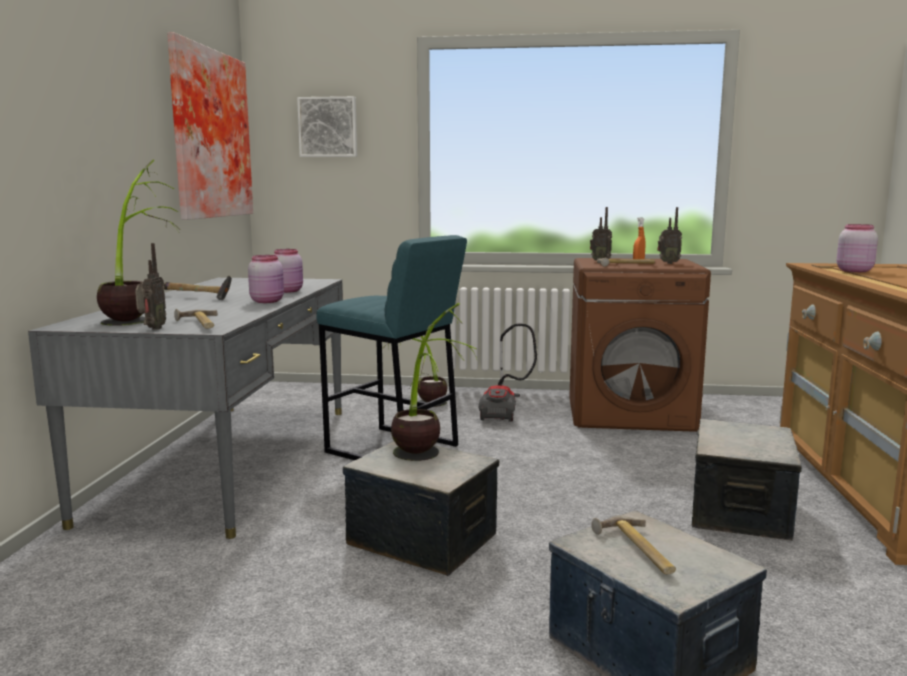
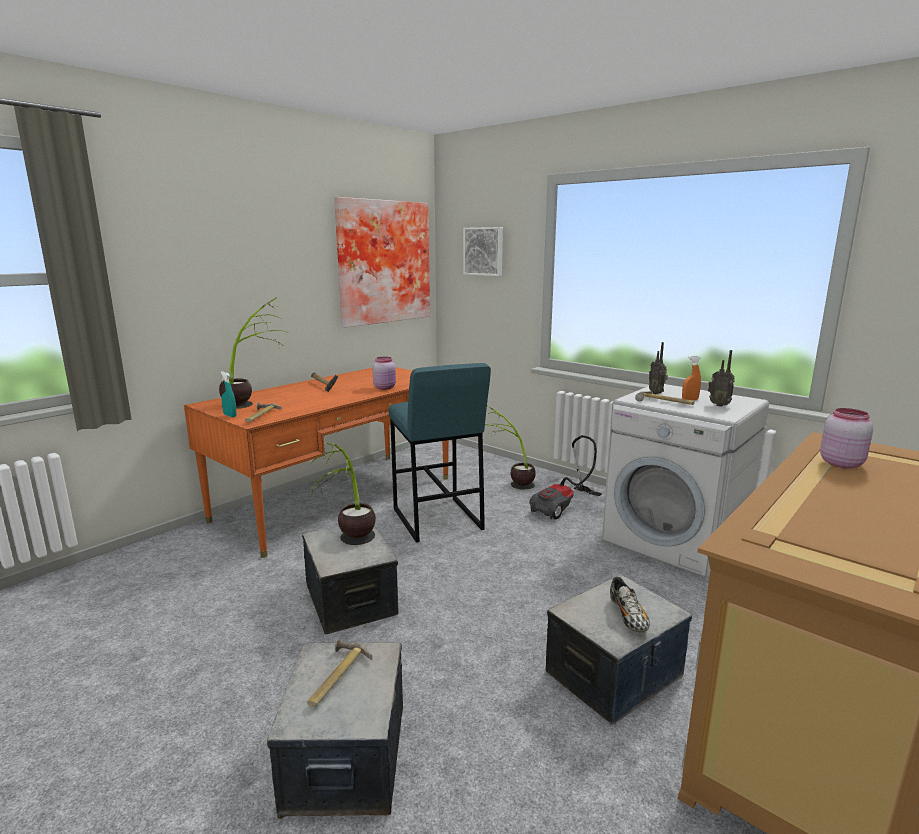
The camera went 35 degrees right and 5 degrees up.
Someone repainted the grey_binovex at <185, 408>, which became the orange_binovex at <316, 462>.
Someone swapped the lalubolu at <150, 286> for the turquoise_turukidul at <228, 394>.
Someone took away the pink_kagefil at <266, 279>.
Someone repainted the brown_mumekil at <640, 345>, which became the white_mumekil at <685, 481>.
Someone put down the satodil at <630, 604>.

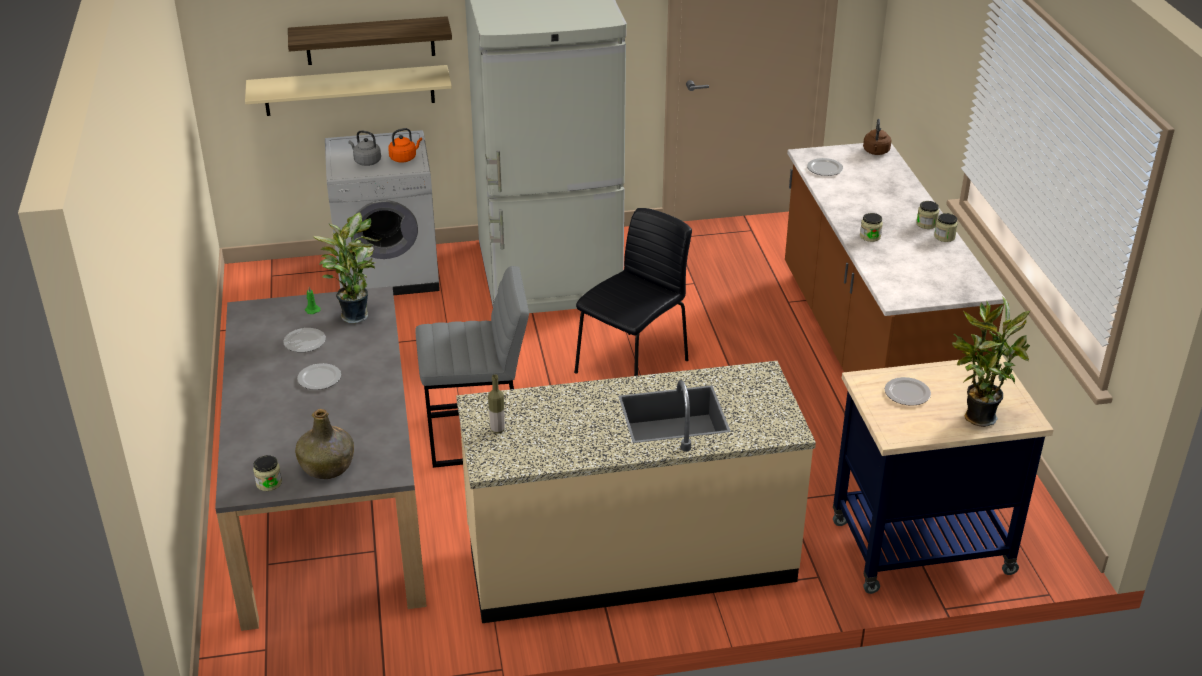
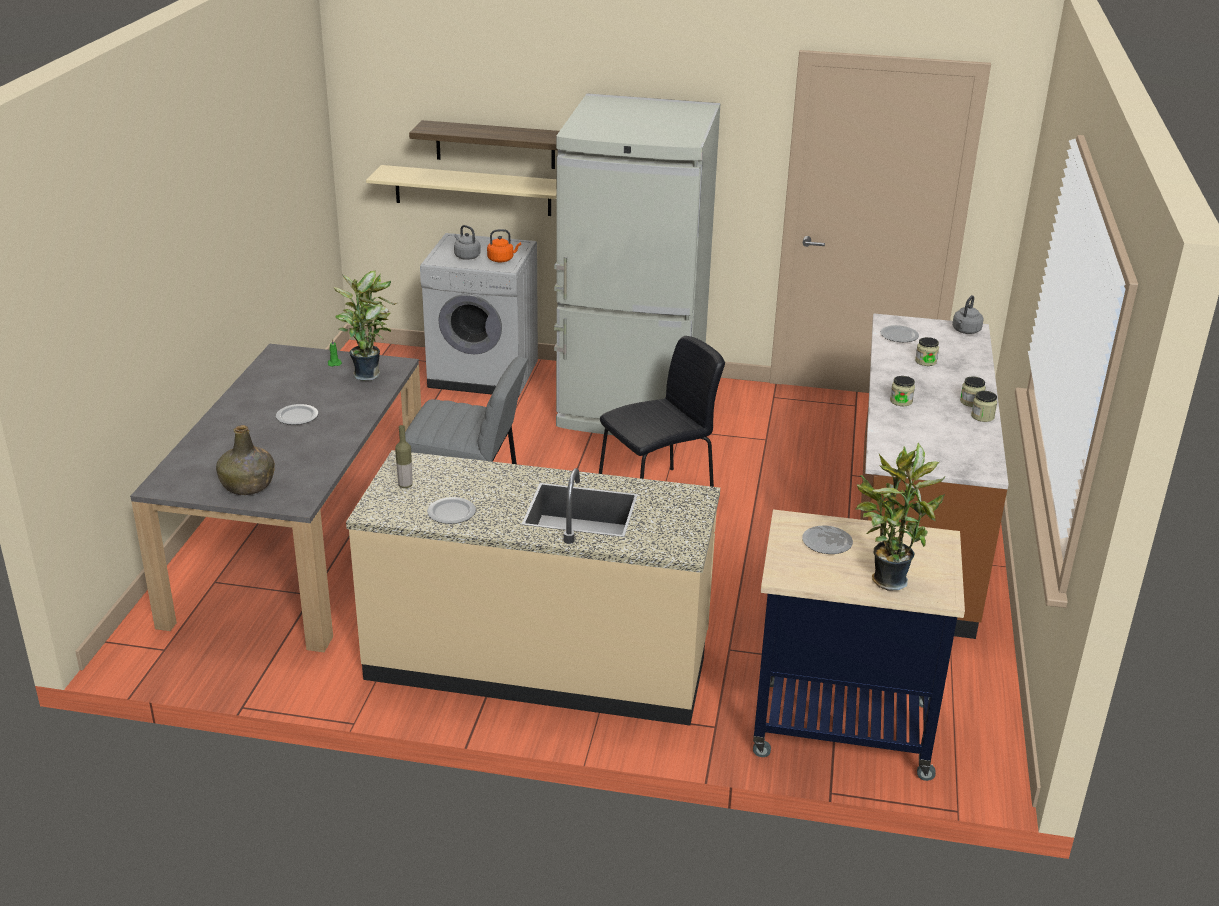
The camera went 20 degrees right and 5 degrees down.
Someone carried the kagefil from <267, 473> to <927, 351>.
Someone carried the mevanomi from <304, 340> to <451, 510>.
Someone repainted the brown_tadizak at <877, 137>, which became the grey_tadizak at <968, 314>.

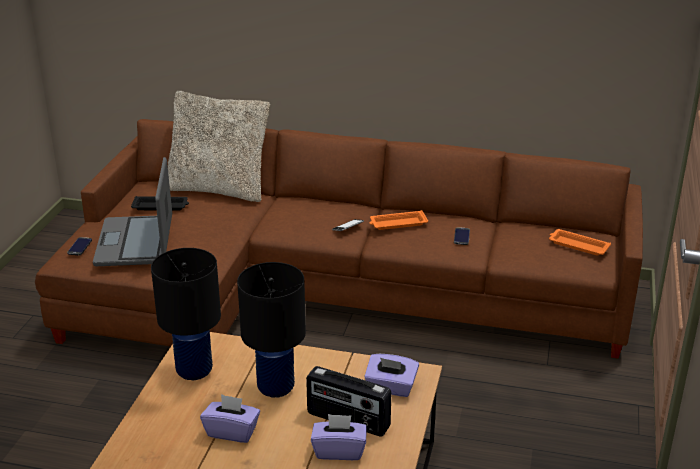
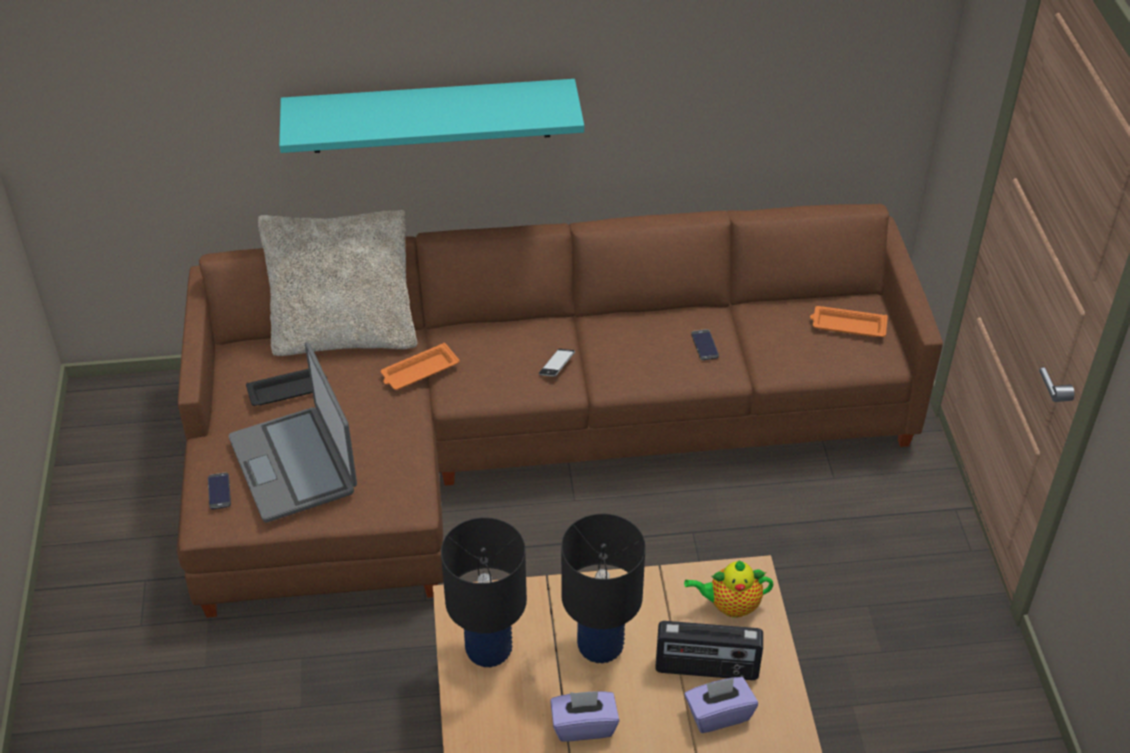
The camera went 20 degrees left and 15 degrees up.
Someone swapped the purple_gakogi at <391, 375> for the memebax at <729, 589>.
Someone carried the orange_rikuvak from <399, 220> to <420, 366>.
Someone put up the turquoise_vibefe at <431, 116>.

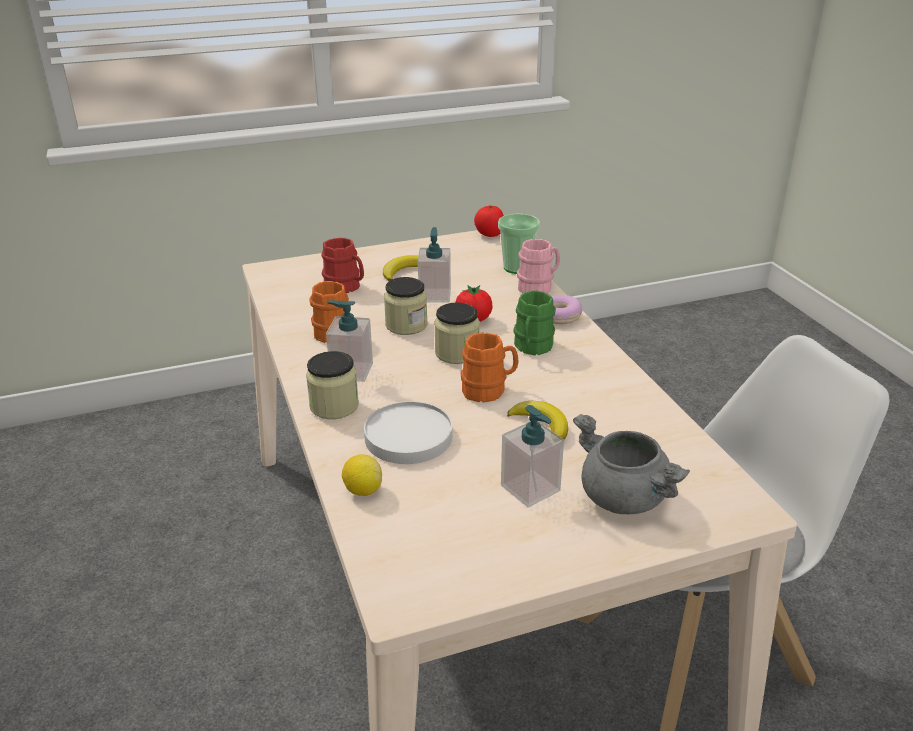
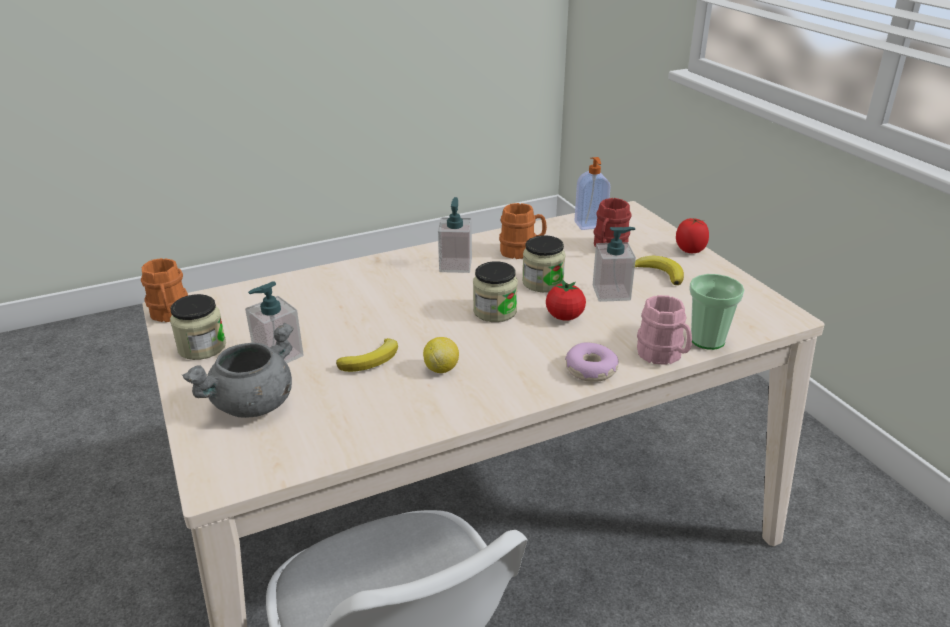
The camera went 85 degrees right and 0 degrees up.
Someone carried the kagefil from <332, 385> to <198, 327>.
Someone carried the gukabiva from <362, 475> to <441, 355>.
Someone took away the white_mevanomi at <408, 432>.
Someone carried the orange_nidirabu from <490, 368> to <164, 290>.
Someone carried the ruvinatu from <489, 221> to <692, 235>.
Someone took away the green_nidirabu at <534, 322>.
Someone put down the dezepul at <592, 193>.

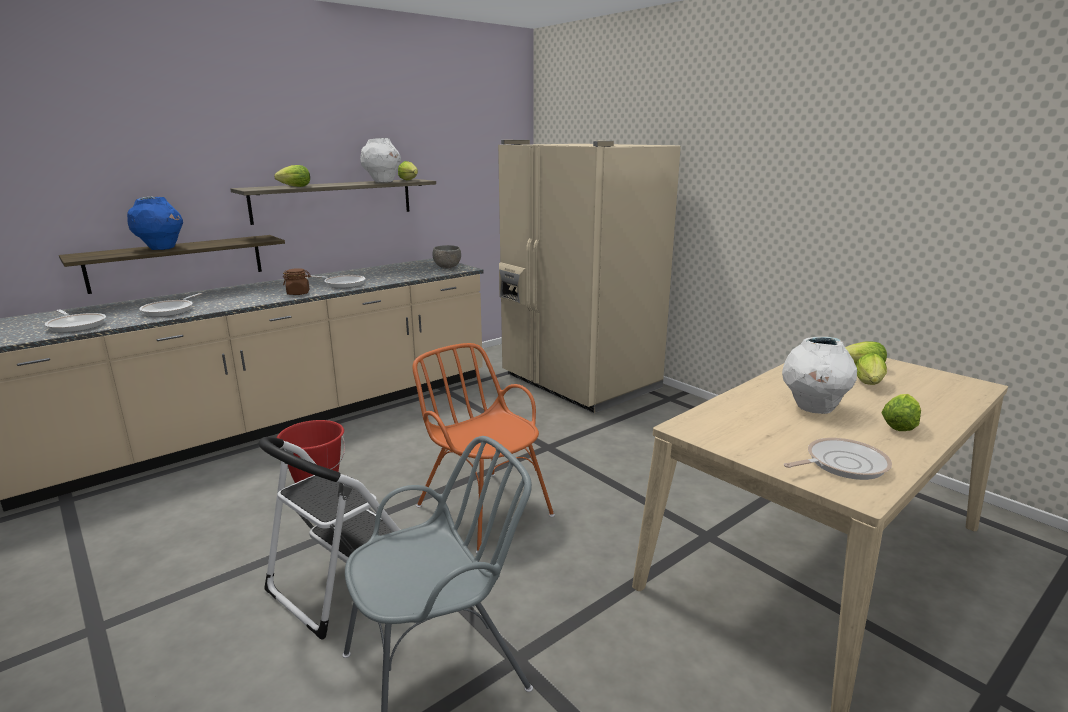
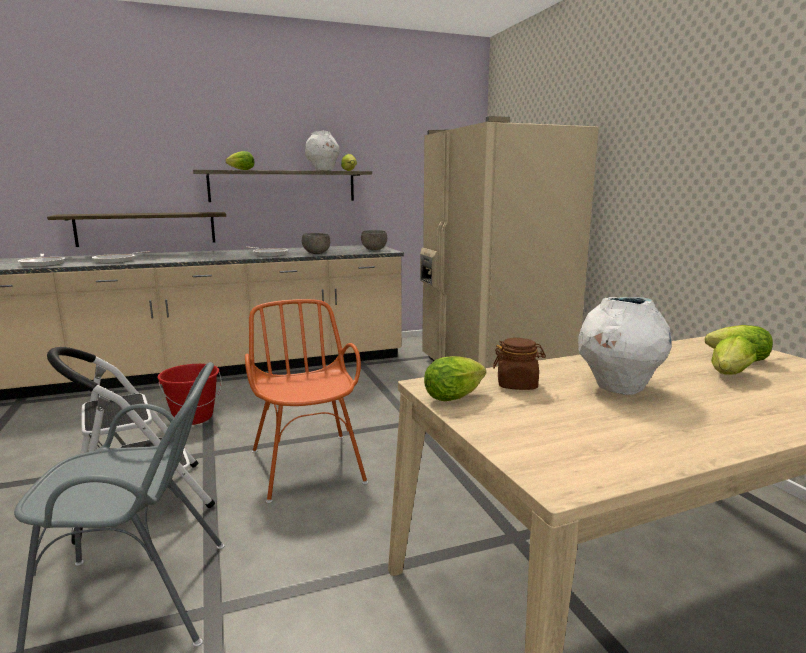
The camera went 20 degrees right and 5 degrees down.
Someone took away the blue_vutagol at <155, 223>.
Someone carried the brown_kagefil from <297, 281> to <519, 364>.
Someone took away the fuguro at <838, 459>.
Someone carried the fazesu from <901, 412> to <455, 378>.
Someone put down the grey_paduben at <316, 243>.

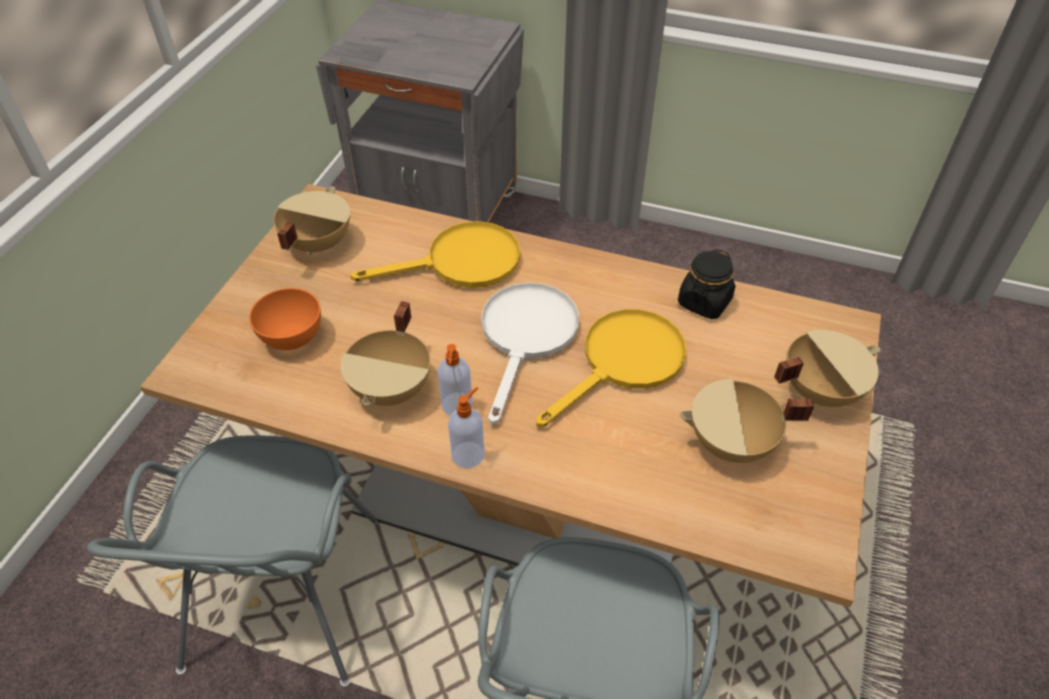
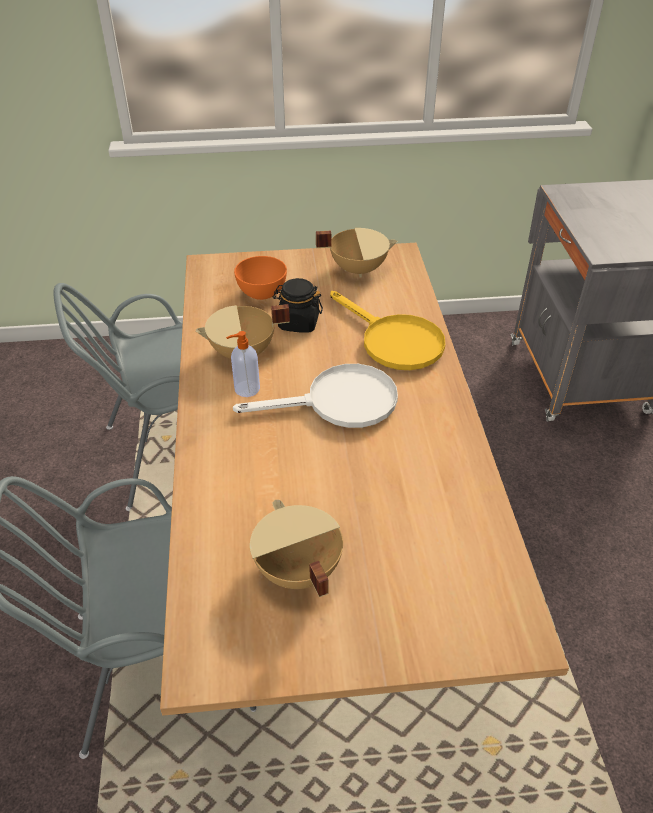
The camera went 65 degrees right and 5 degrees down.
Someone took away the dezepul at <466, 427>.
Someone took away the yellow_fuguro at <611, 368>.
Someone carried the black_kagefil from <706, 284> to <298, 305>.
Someone took away the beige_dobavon at <827, 368>.

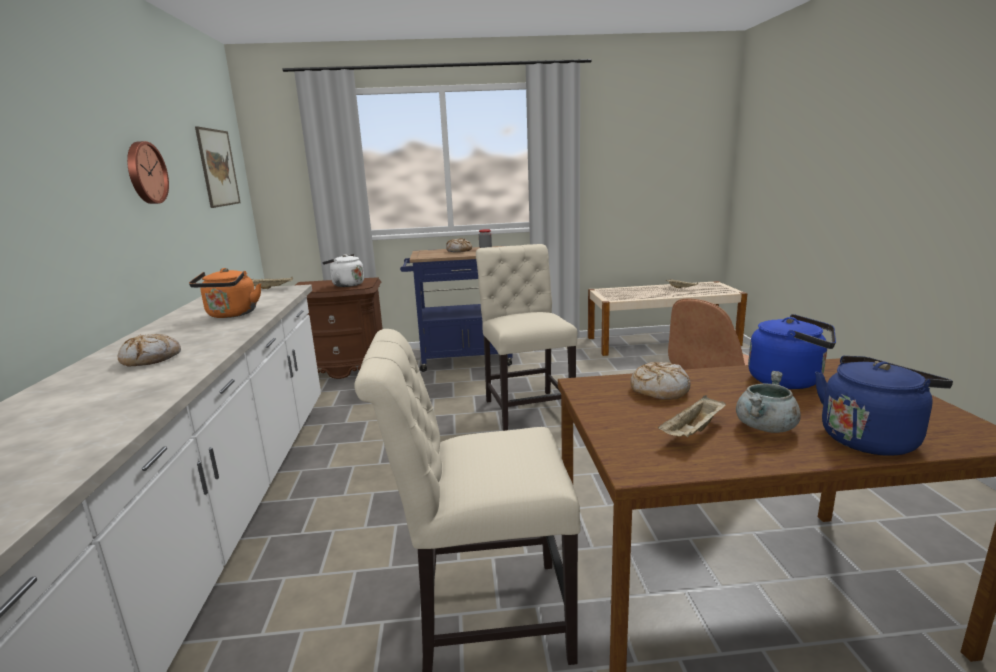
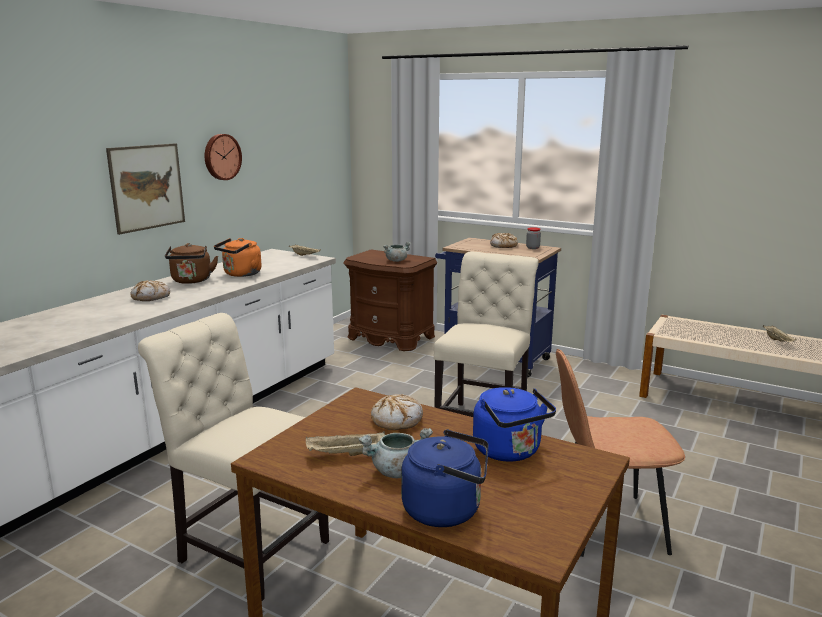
The camera went 35 degrees right and 0 degrees up.
Someone carried the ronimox from <218, 167> to <145, 189>.
Someone swapped the white_tadizak at <343, 270> for the grey_dobavon at <397, 252>.
Someone put down the brown_tadizak at <191, 263>.

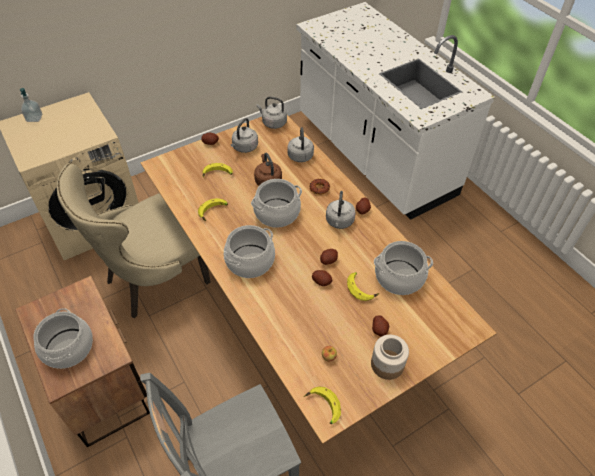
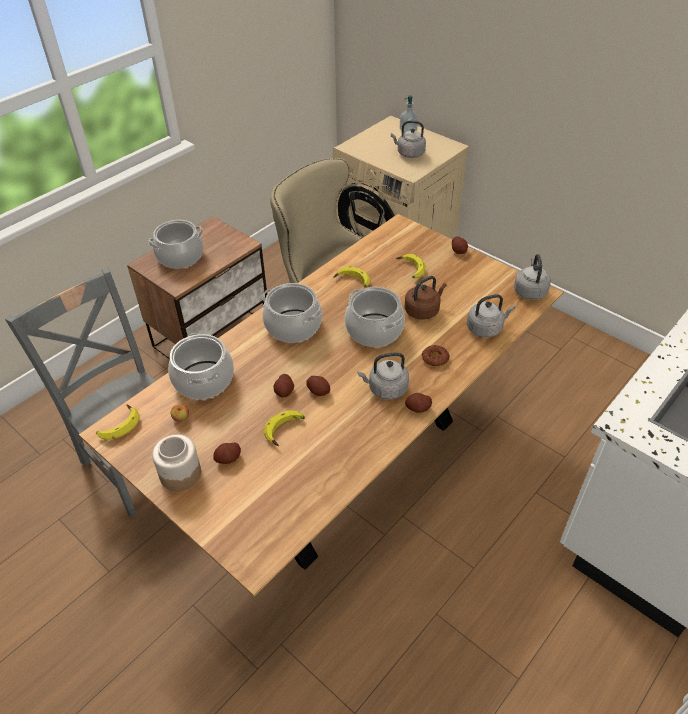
The camera went 75 degrees right and 5 degrees down.
Someone carried the grey_tadizak from <244, 135> to <408, 139>.
Someone carried the dobavon from <403, 268> to <201, 366>.

